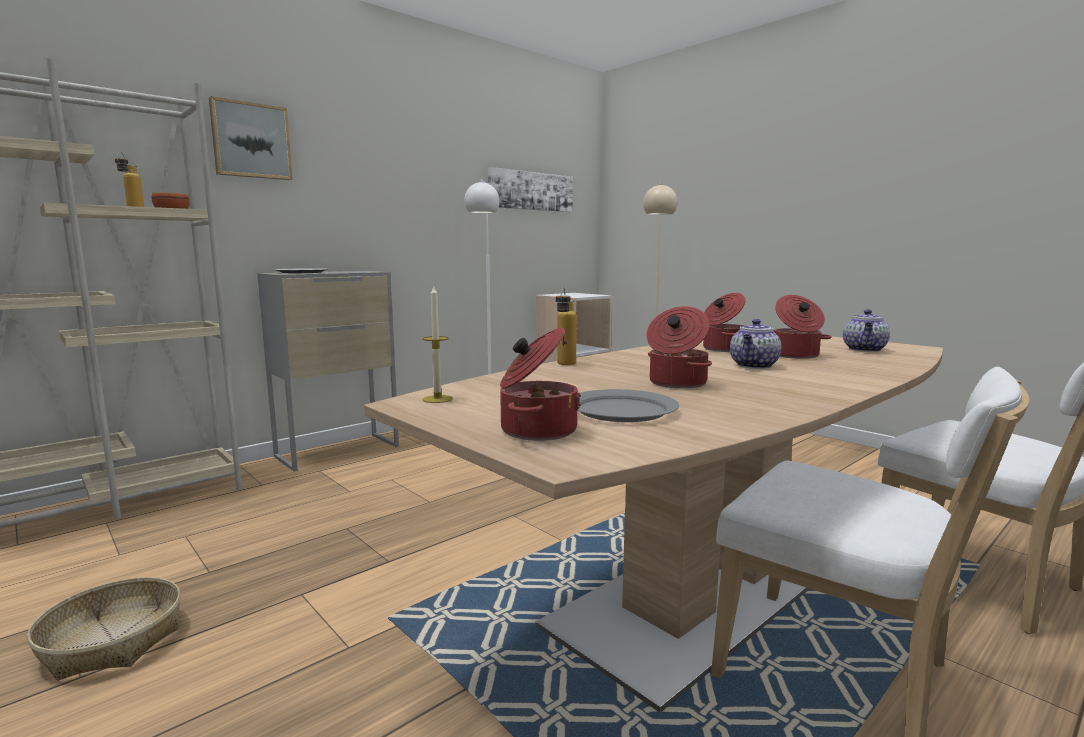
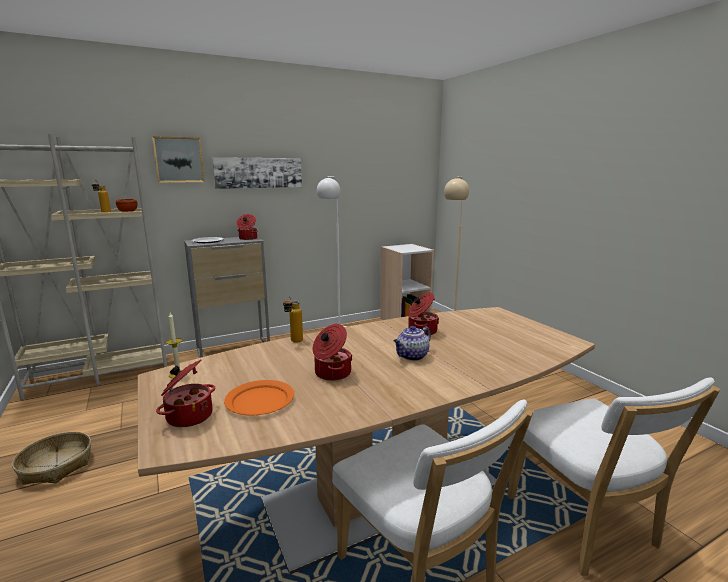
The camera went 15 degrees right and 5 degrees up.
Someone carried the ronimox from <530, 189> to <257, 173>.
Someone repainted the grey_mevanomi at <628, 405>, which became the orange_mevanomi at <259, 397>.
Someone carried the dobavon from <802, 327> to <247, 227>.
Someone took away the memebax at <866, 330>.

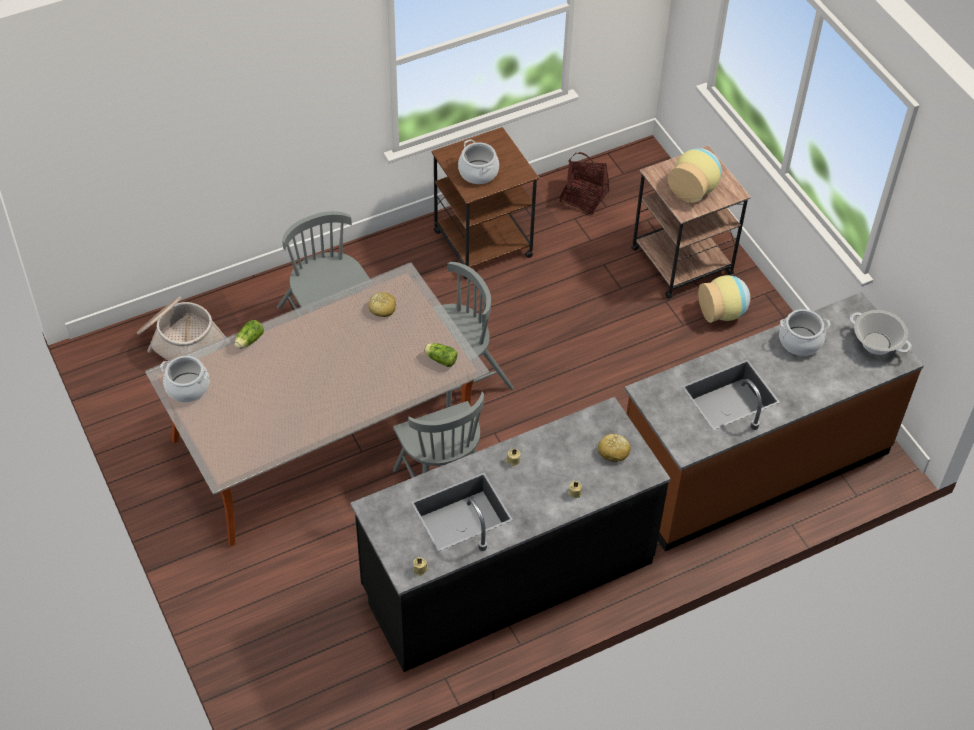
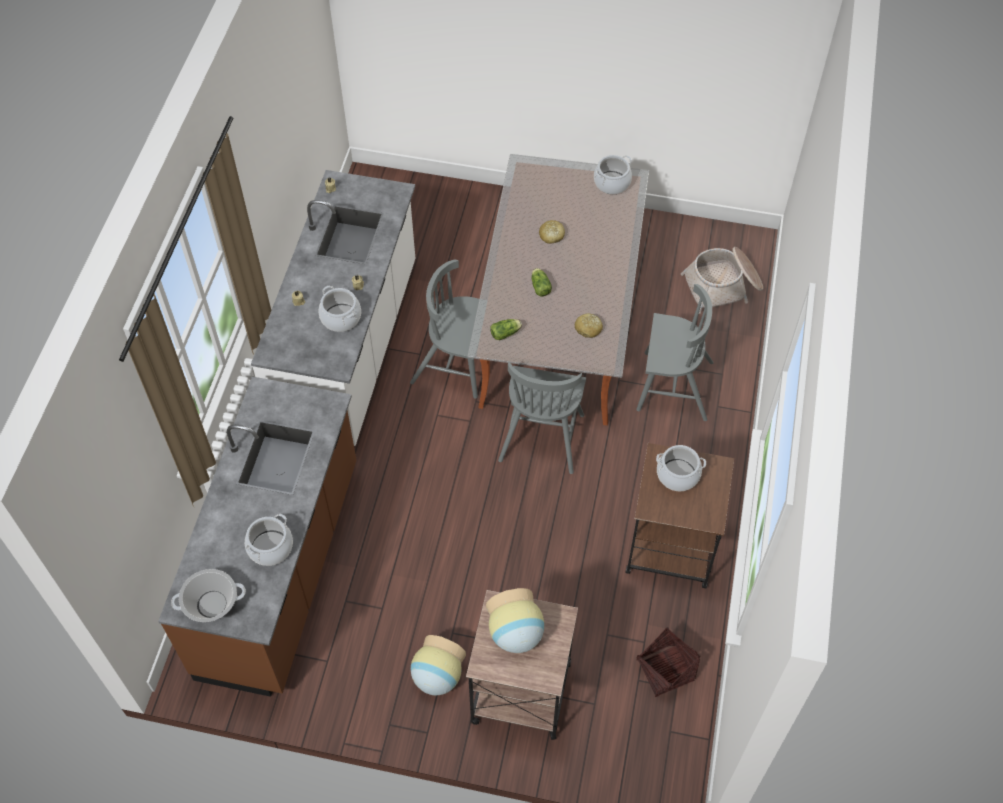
The camera went 130 degrees right and 5 degrees up.
Someone carried the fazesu from <249, 334> to <542, 282>.
Someone repainted the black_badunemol at <510, 534>, which became the white_badunemol at <333, 308>.
Someone carried the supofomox from <614, 448> to <552, 232>.
Someone put down the dobavon at <339, 308>.

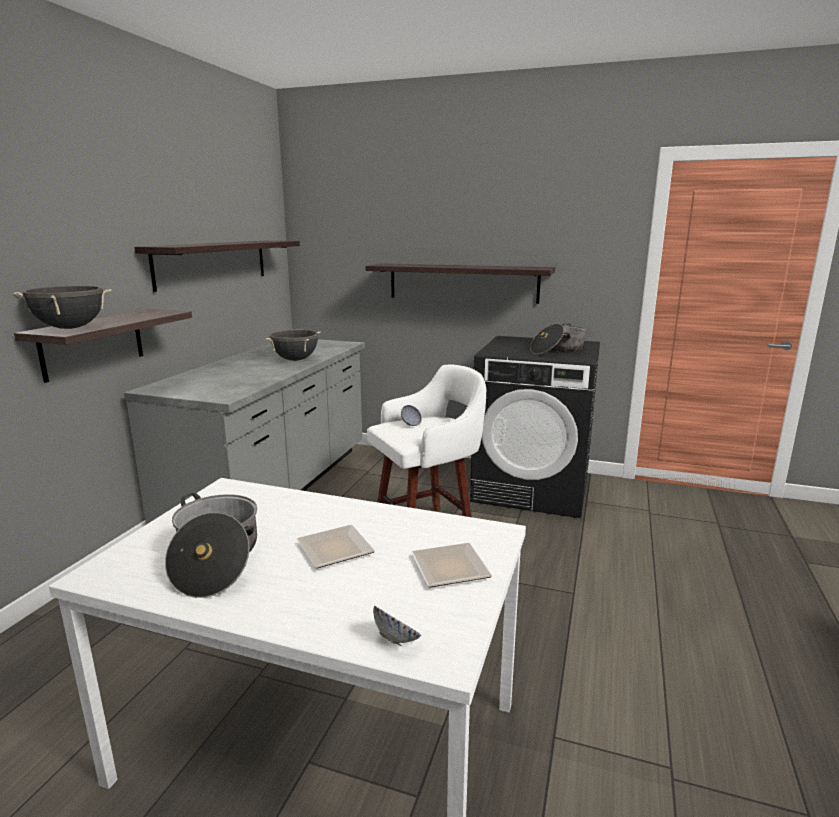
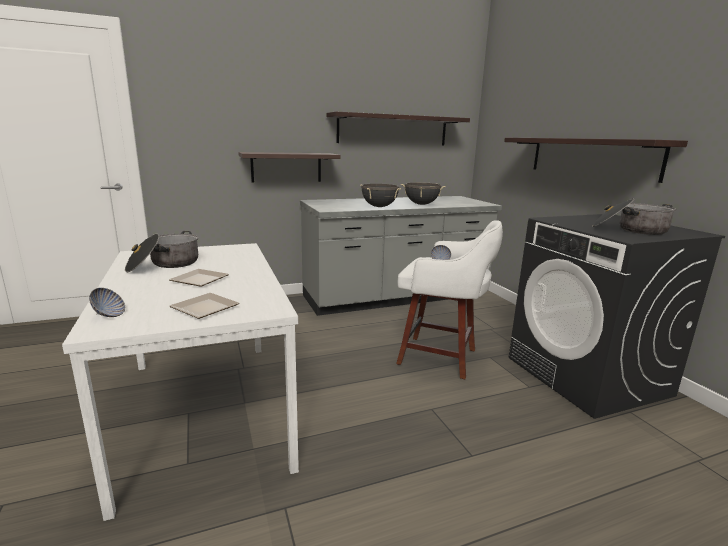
The camera went 50 degrees right and 0 degrees up.
Someone carried the black_dobavon from <63, 307> to <380, 195>.

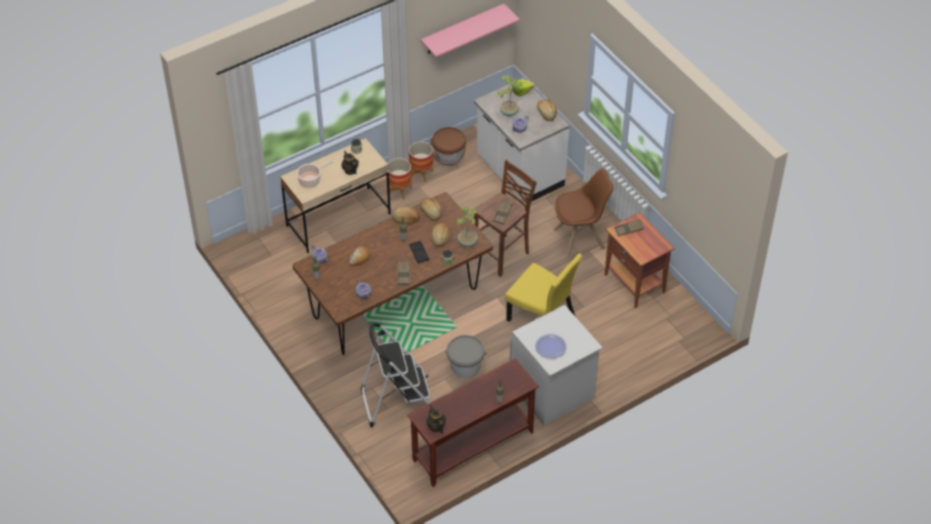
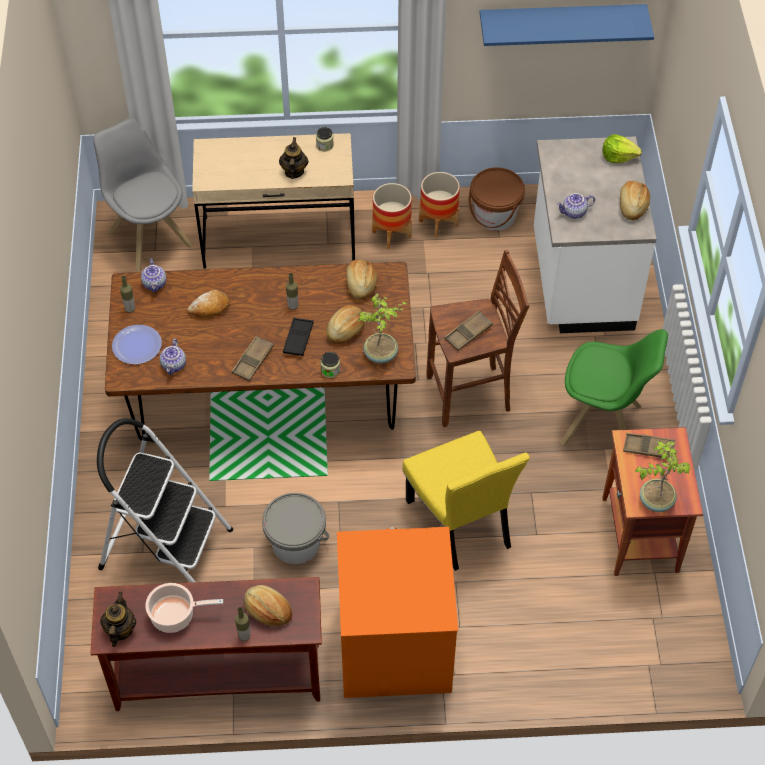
The camera went 30 degrees right and 5 degrees up.
Someone carried the dobavon from <315, 174> to <184, 608>.
Someone carried the supofomox from <406, 215> to <268, 605>.
Someone repainted the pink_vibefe at <470, 30>, which became the blue_vibefe at <567, 25>.
Someone carried the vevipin from <510, 95> to <663, 476>.
Someone repainted the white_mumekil at <556, 365>, which became the orange_mumekil at <397, 612>.
Someone carried the mevanomi from <550, 346> to <137, 344>.
Someone repainted the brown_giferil at <584, 214>, which became the green_giferil at <614, 387>.
Someone put down the grey_giferil at <143, 195>.

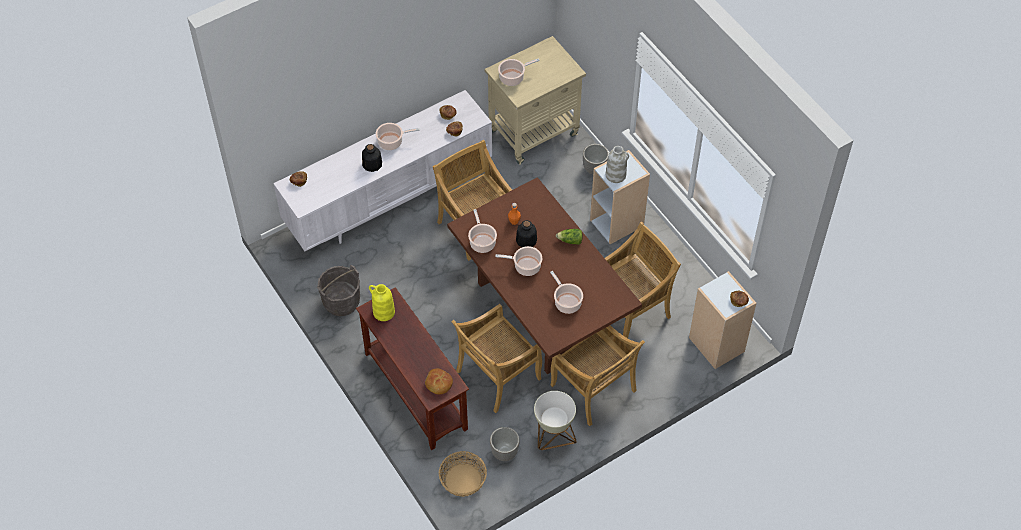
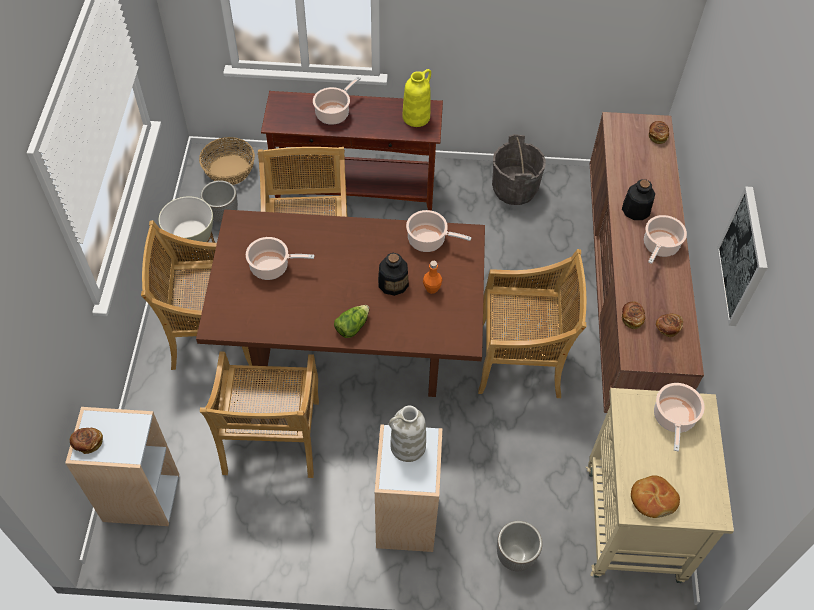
The camera went 125 degrees right and 0 degrees up.
Someone repainted the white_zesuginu at <382, 170>, which became the brown_zesuginu at <647, 262>.
Someone carried the supofomox from <439, 381> to <655, 496>.
Someone carried the dobavon from <519, 261> to <337, 101>.
Someone put up the ronimox at <742, 256>.

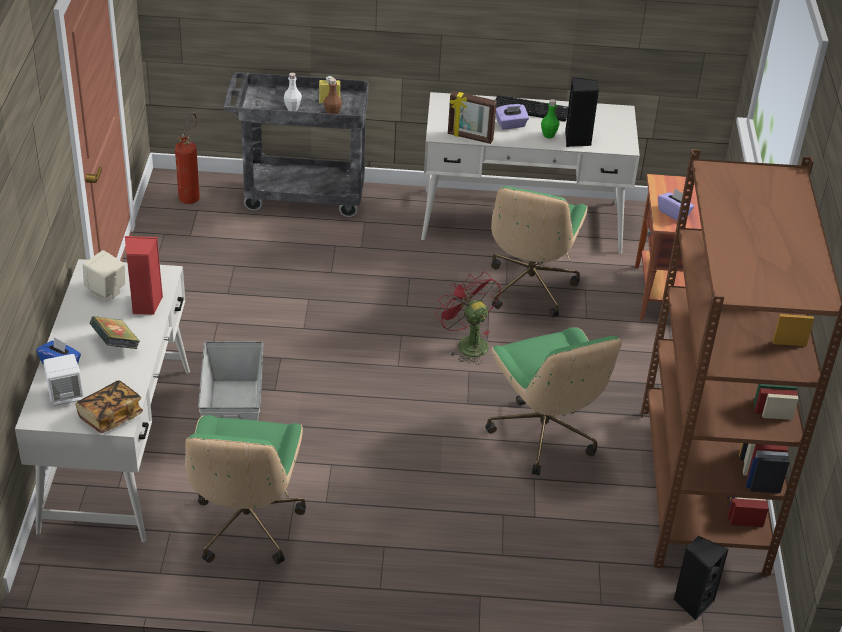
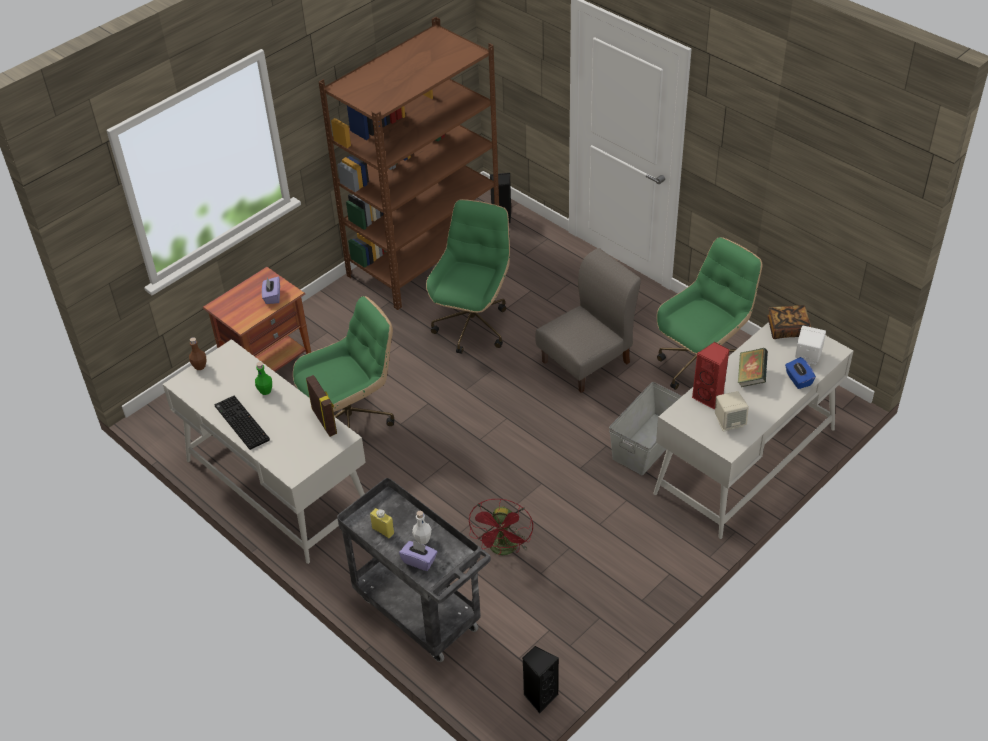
The camera went 135 degrees left and 5 degrees up.
Someone took away the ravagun at <187, 158>.
Someone carried the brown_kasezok from <333, 96> to <197, 353>.
Someone carried the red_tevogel from <468, 318> to <501, 527>.
Someone carried the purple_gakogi from <512, 116> to <418, 555>.
Someone carried the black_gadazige from <582, 112> to <541, 679>.
Someone put down the grey_giferil at <588, 320>.

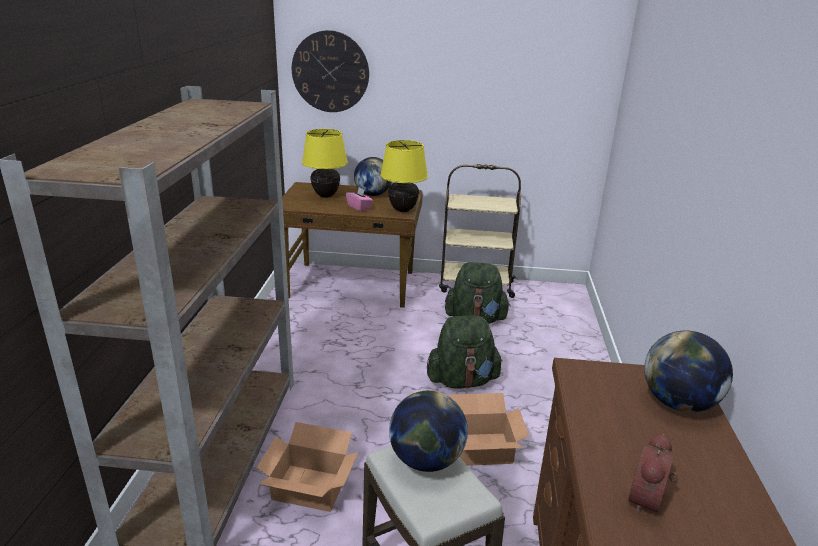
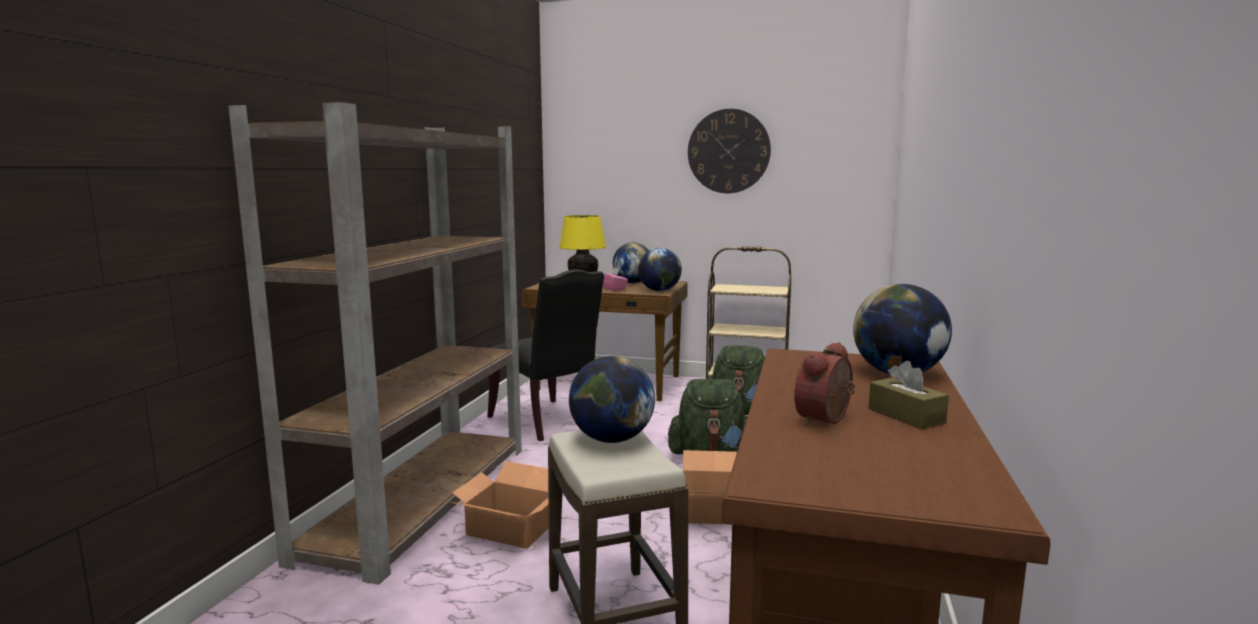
The camera went 10 degrees right and 15 degrees down.
Someone carried the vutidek from <330, 71> to <729, 151>.
Someone swapped the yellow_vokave at <404, 176> for the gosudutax at <660, 269>.
Someone put down the black_giferil at <545, 355>.
Someone put down the brown_gakogi at <908, 395>.

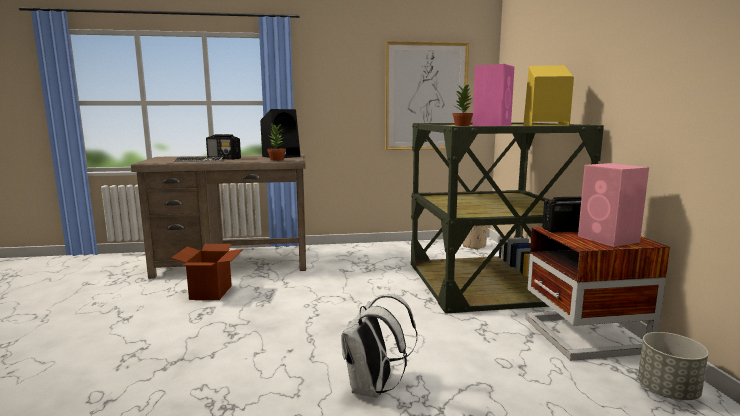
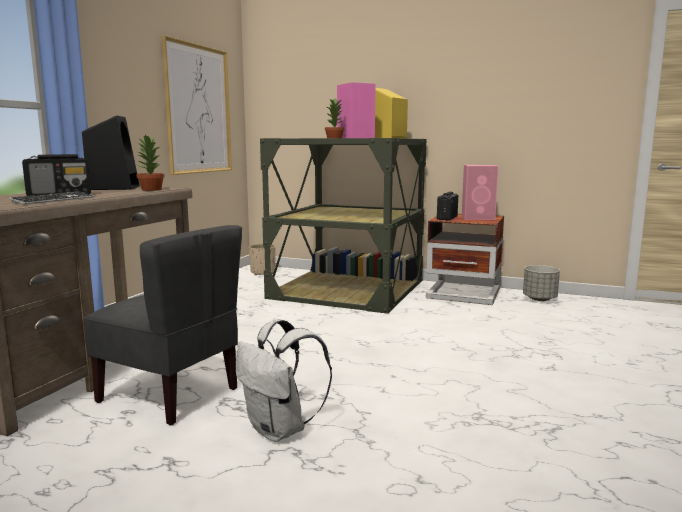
The camera went 60 degrees left and 0 degrees up.
Someone swapped the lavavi at <207, 272> for the grey_giferil at <162, 325>.
Someone carried the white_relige from <379, 346> to <284, 380>.

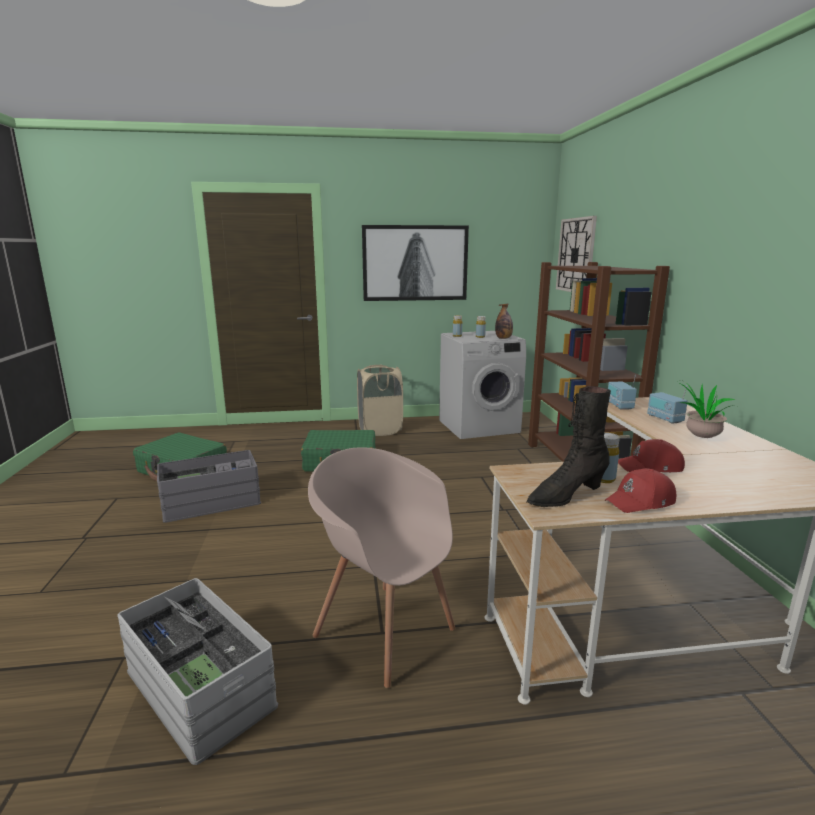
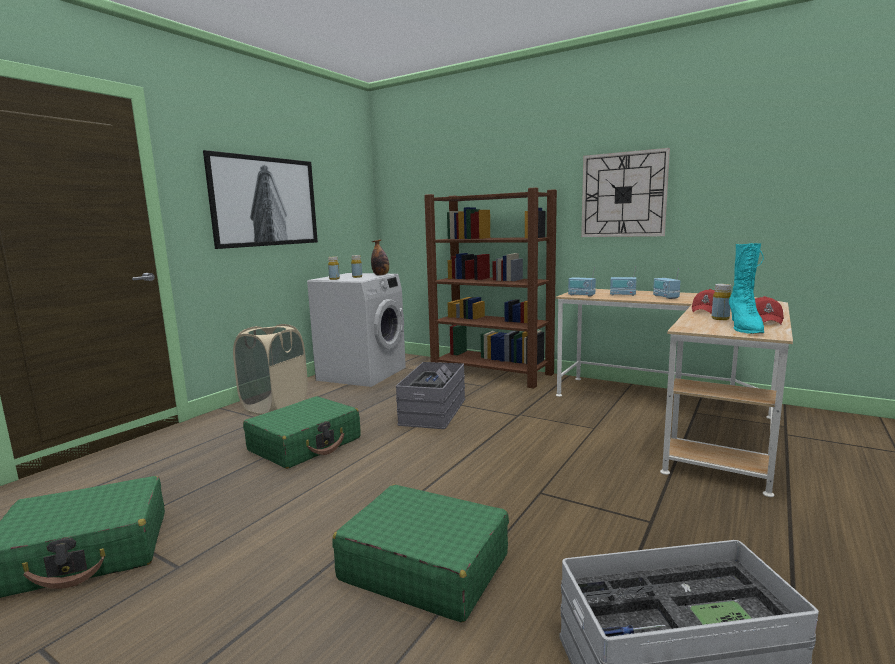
The camera went 50 degrees left and 5 degrees down.
Someone carried the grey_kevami from <209, 486> to <430, 395>.
Someone took away the beige_giferil at <381, 567>.
Someone repainted the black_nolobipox at <568, 446>, which became the turquoise_nolobipox at <746, 288>.
Someone carried the vutidek from <576, 254> to <625, 192>.
Someone swapped the vevipin at <706, 409> for the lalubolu at <666, 283>.
Someone put down the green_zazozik at <420, 554>.

